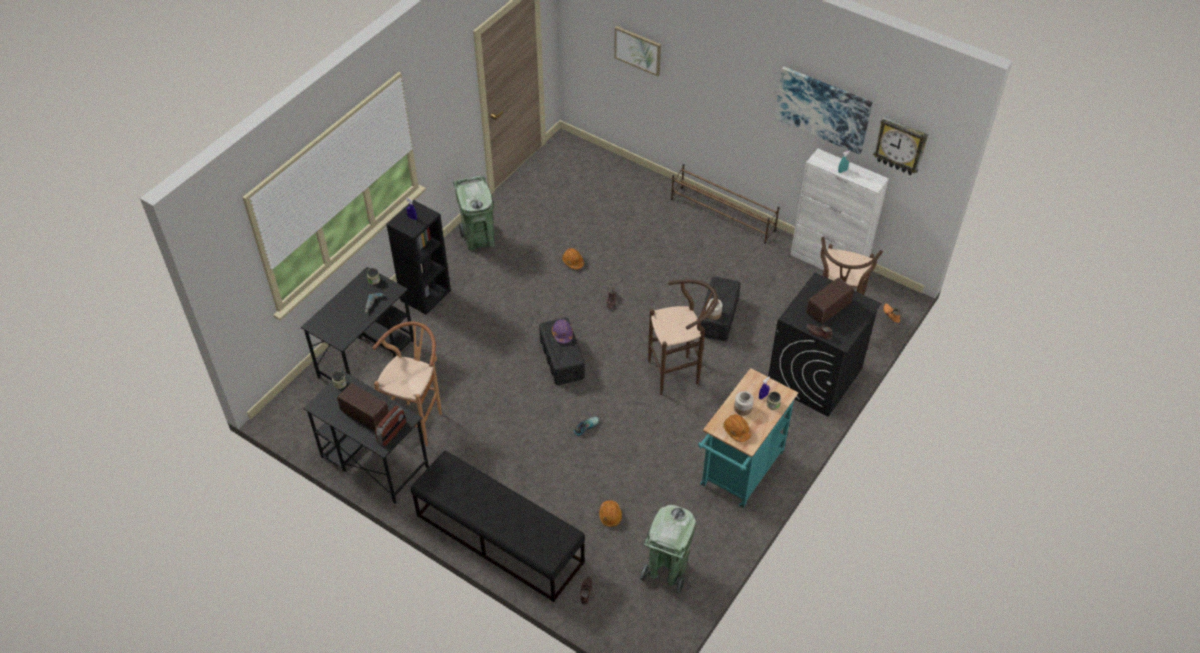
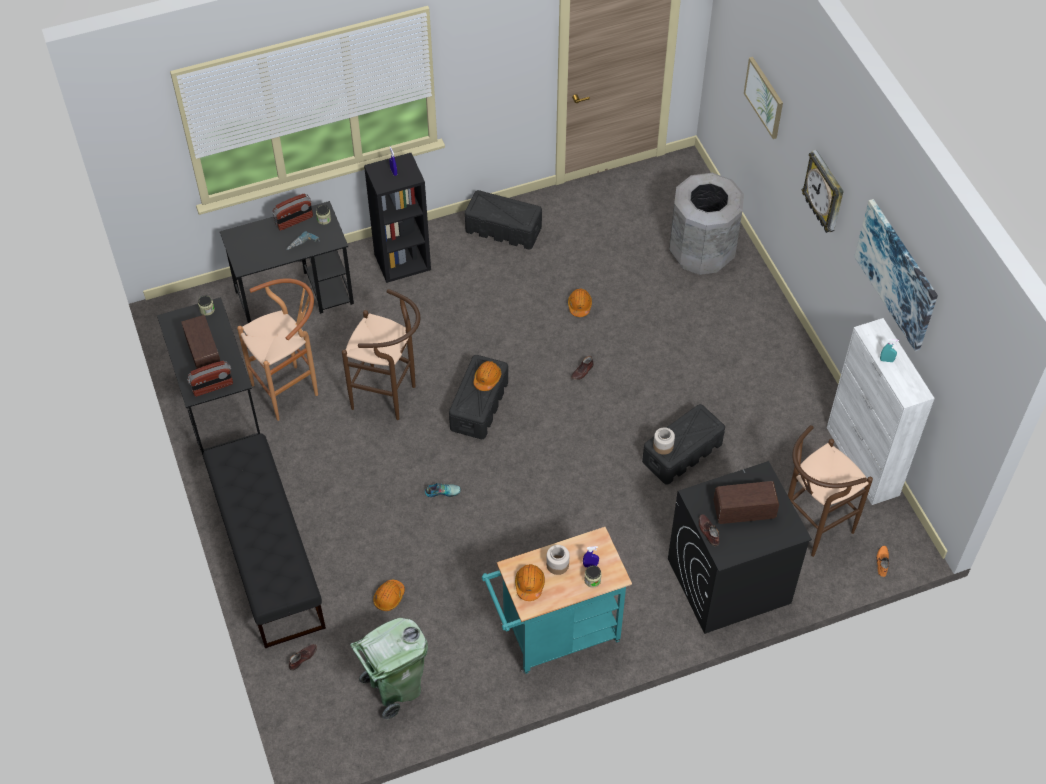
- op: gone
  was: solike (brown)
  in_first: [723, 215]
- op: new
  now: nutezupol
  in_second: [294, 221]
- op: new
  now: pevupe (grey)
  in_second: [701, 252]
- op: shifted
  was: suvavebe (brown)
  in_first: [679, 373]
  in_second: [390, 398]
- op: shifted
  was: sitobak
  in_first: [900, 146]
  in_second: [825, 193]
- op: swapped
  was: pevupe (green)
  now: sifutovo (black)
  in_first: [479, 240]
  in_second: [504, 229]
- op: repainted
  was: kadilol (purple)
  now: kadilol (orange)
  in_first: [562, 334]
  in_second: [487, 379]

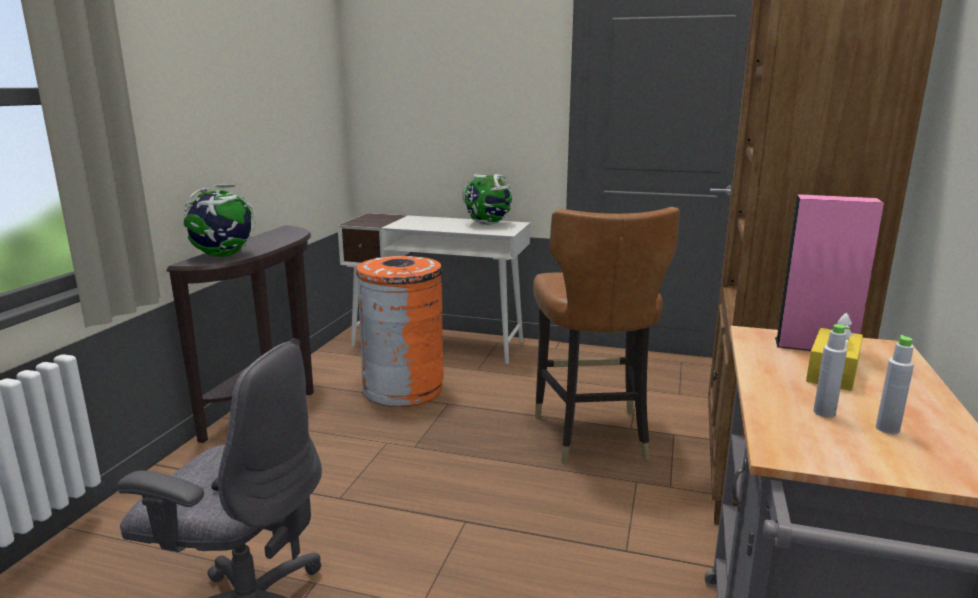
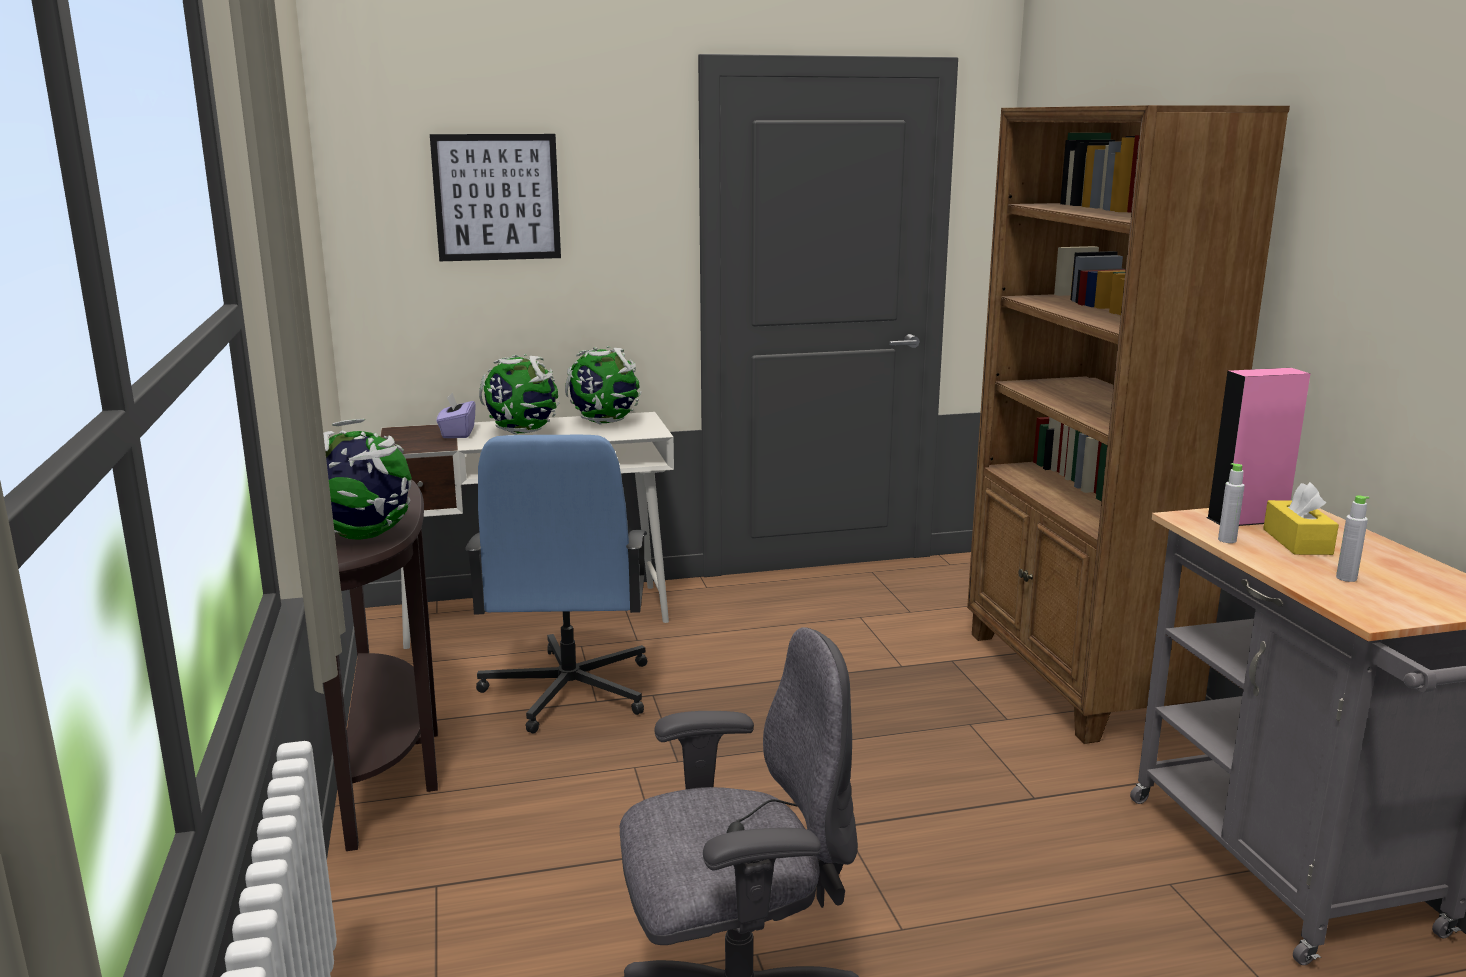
- op: gone
  was: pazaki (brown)
  in_first: [592, 434]
- op: new
  now: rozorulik
  in_second: [497, 197]
- op: new
  now: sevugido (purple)
  in_second: [457, 433]
- op: new
  now: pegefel
  in_second: [522, 432]
- op: shifted
  was: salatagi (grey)
  in_first: [887, 429]
  in_second: [1227, 540]
- op: swapped
  was: pevupe (orange)
  now: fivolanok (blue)
  in_first: [403, 389]
  in_second: [567, 691]

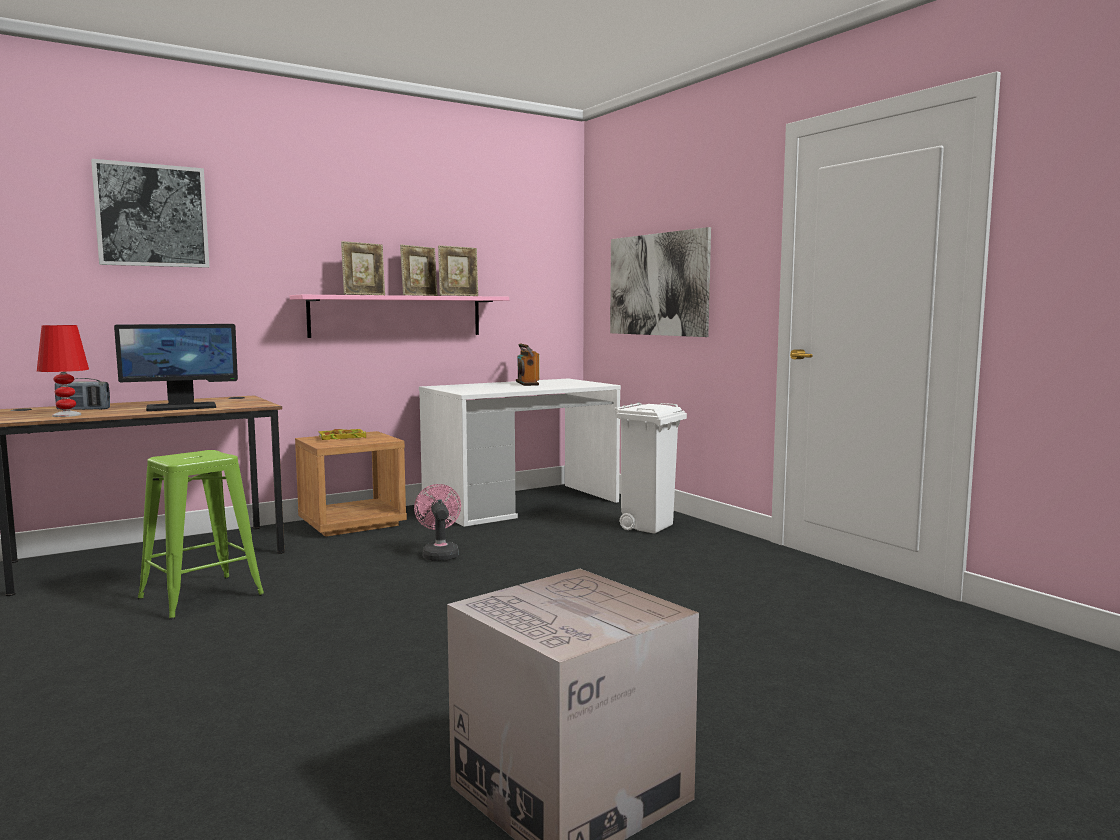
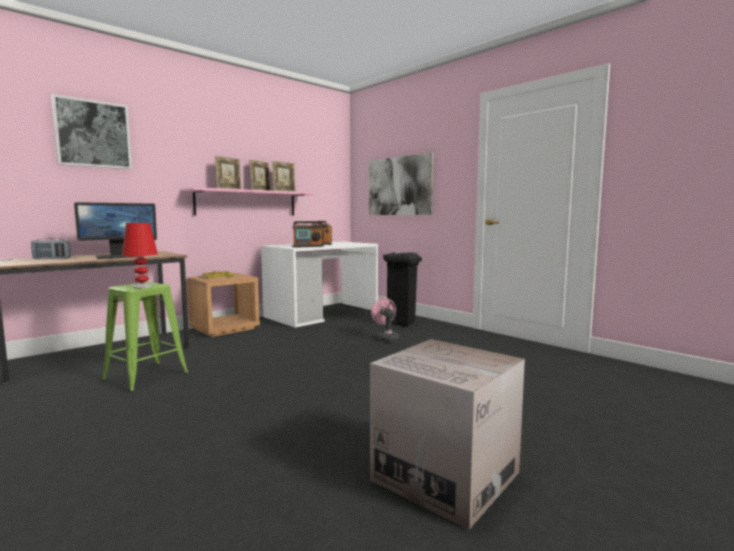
- op: new
  now: nutezupol
  in_second: [308, 246]
- op: shifted
  was: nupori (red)
  in_first: [66, 415]
  in_second: [142, 286]
- op: shifted
  was: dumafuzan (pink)
  in_first: [439, 554]
  in_second: [386, 338]
- op: repainted
  was: pevupe (white)
  now: pevupe (black)
  in_first: [648, 526]
  in_second: [401, 323]

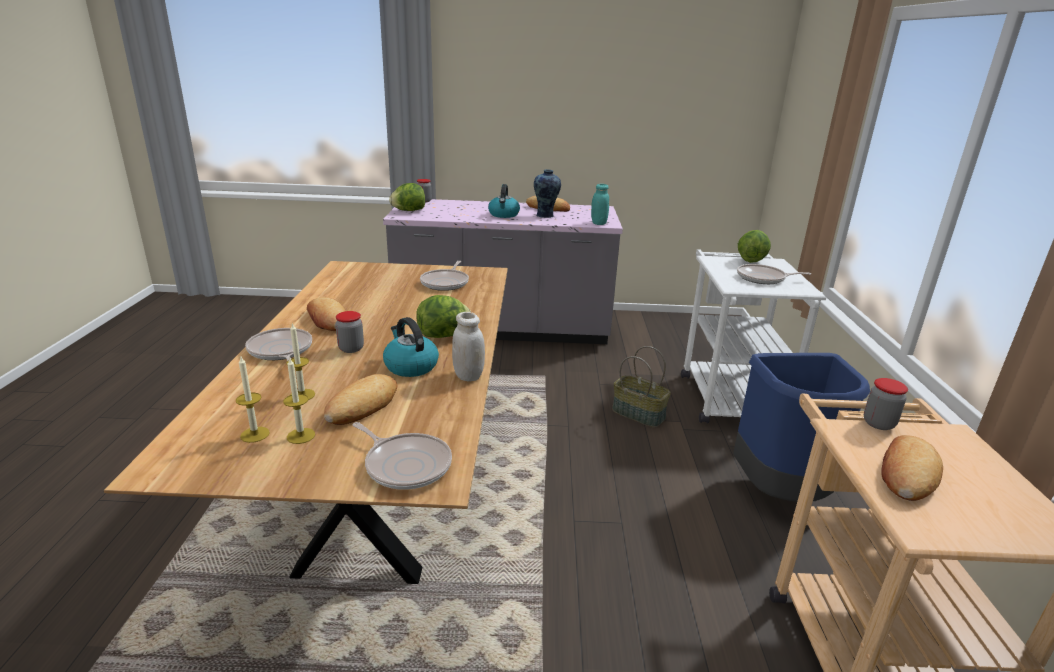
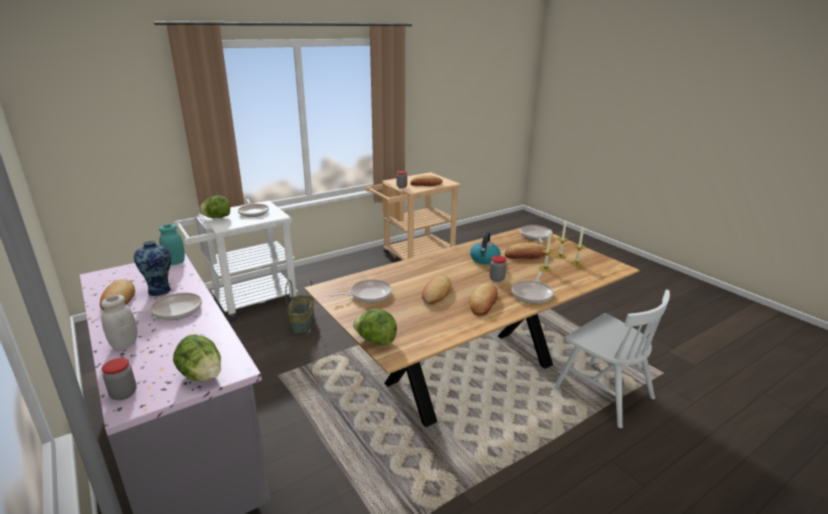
- op: gone
  was: pevupe (blue)
  in_first: [780, 494]
- op: new
  now: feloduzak
  in_second: [436, 293]
- op: new
  now: pazaki (white)
  in_second: [603, 393]
- op: shifted
  was: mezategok
  in_first: [444, 335]
  in_second: [375, 341]
- op: shifted
  was: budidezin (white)
  in_first: [468, 376]
  in_second: [124, 344]
- op: swapped
  was: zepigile
  now: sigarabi
  in_first: [504, 215]
  in_second: [174, 311]

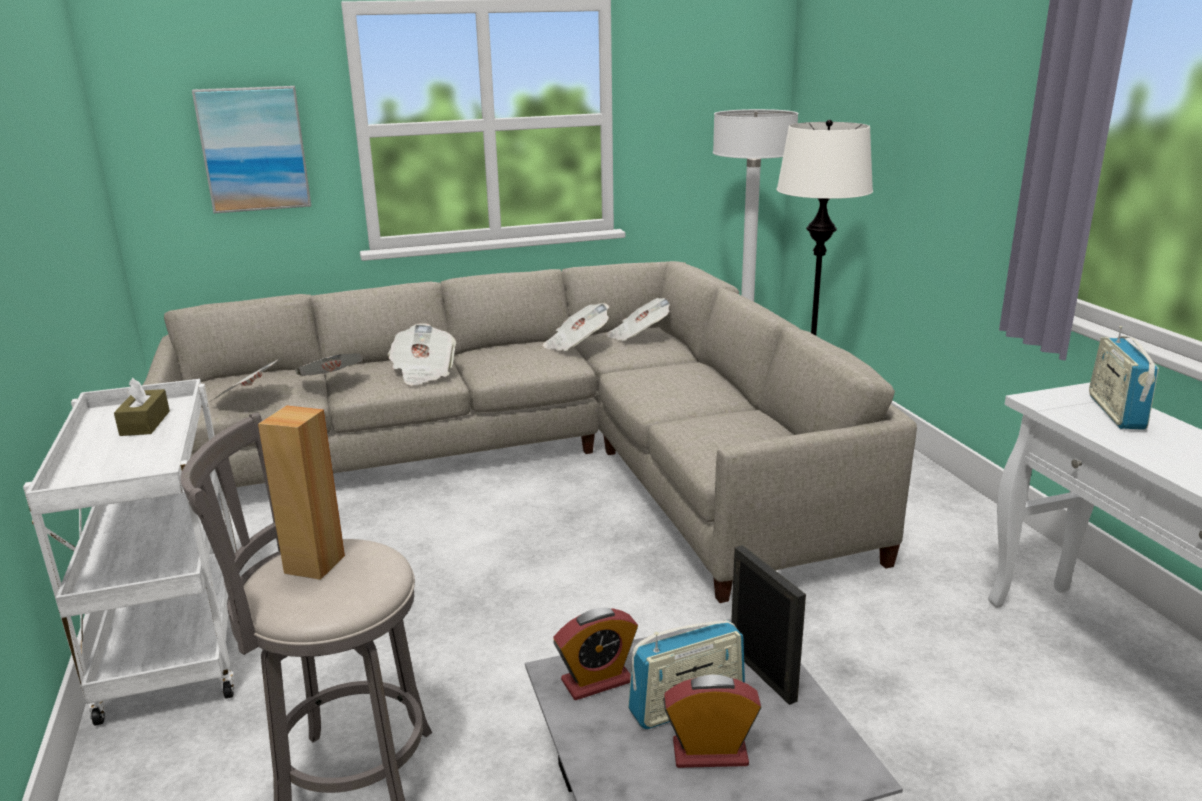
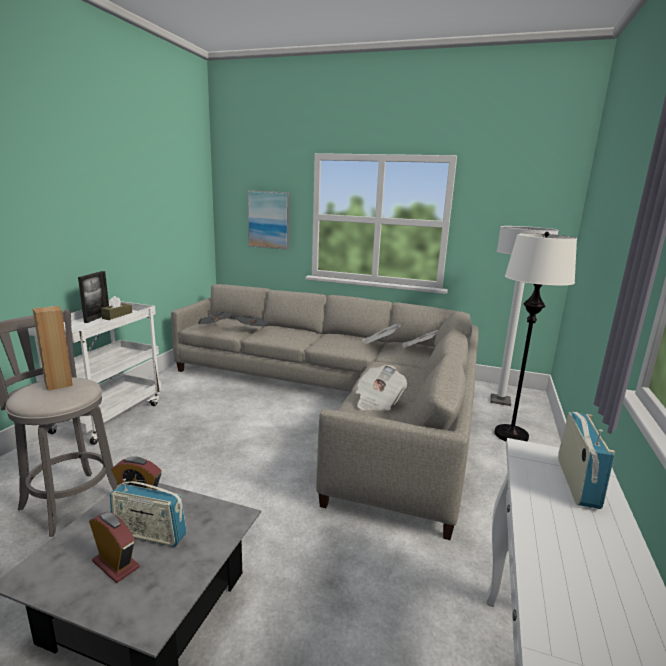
- op: shifted
  was: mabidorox
  in_first: [423, 372]
  in_second: [378, 401]
- op: shifted
  was: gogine
  in_first: [762, 673]
  in_second: [97, 318]
- op: rotated
  was: nutezupol
  in_first: [1115, 412]
  in_second: [577, 482]
  clockwise: 150

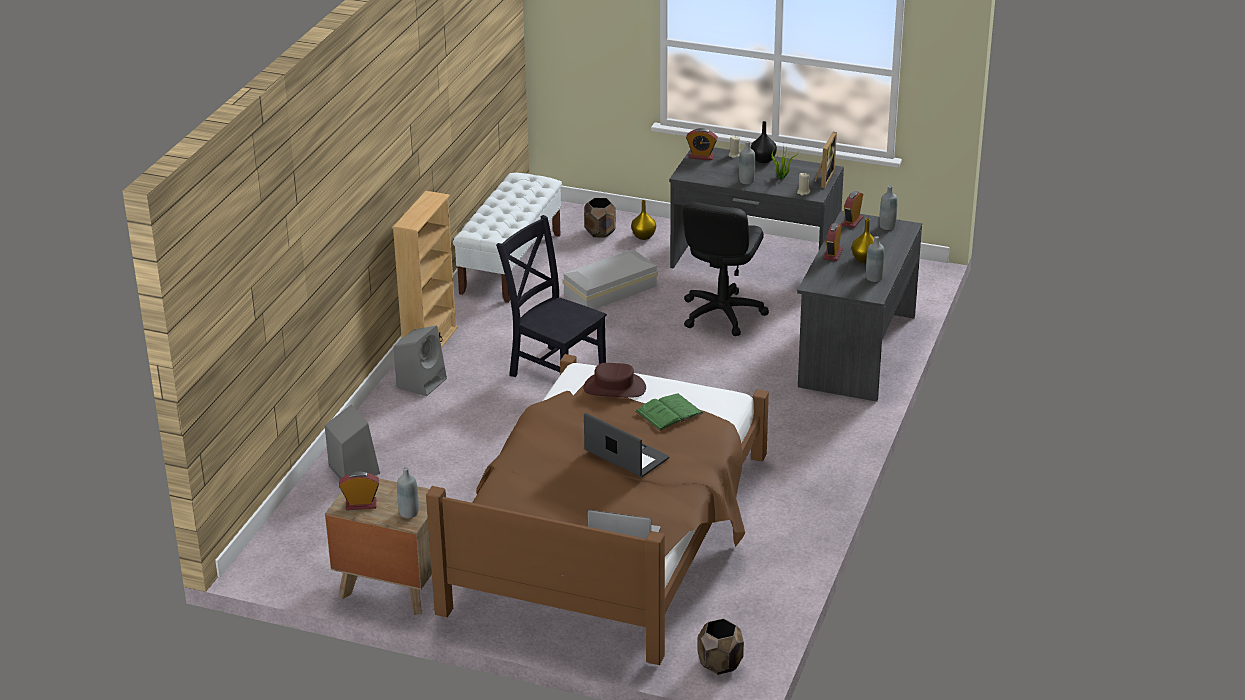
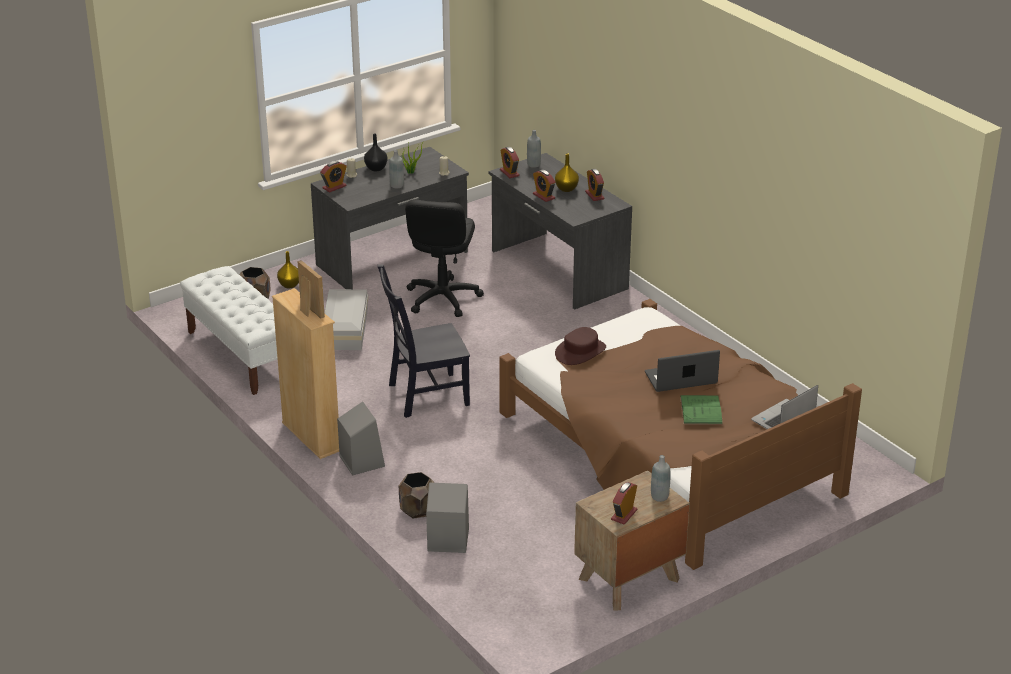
- op: shifted
  was: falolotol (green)
  in_first: [669, 412]
  in_second: [701, 410]
- op: shifted
  was: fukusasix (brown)
  in_first: [719, 664]
  in_second: [417, 510]
- op: shifted
  was: gogine
  in_first: [823, 178]
  in_second: [308, 310]
- op: swapped
  was: salatagi (grey)
  now: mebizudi
  in_first: [874, 278]
  in_second: [594, 195]
- op: rotated
  was: fivolanok (black)
  in_first: [722, 314]
  in_second: [442, 298]
  clockwise: 45

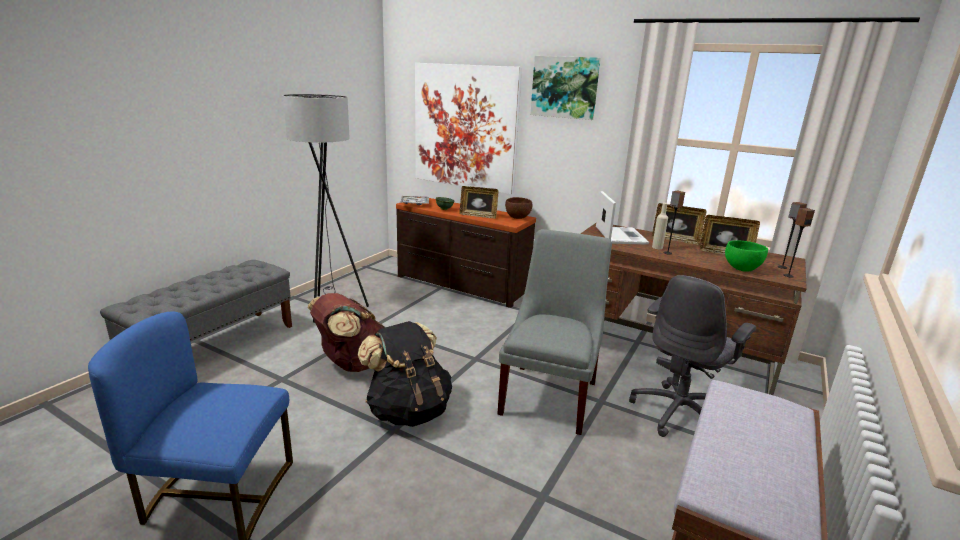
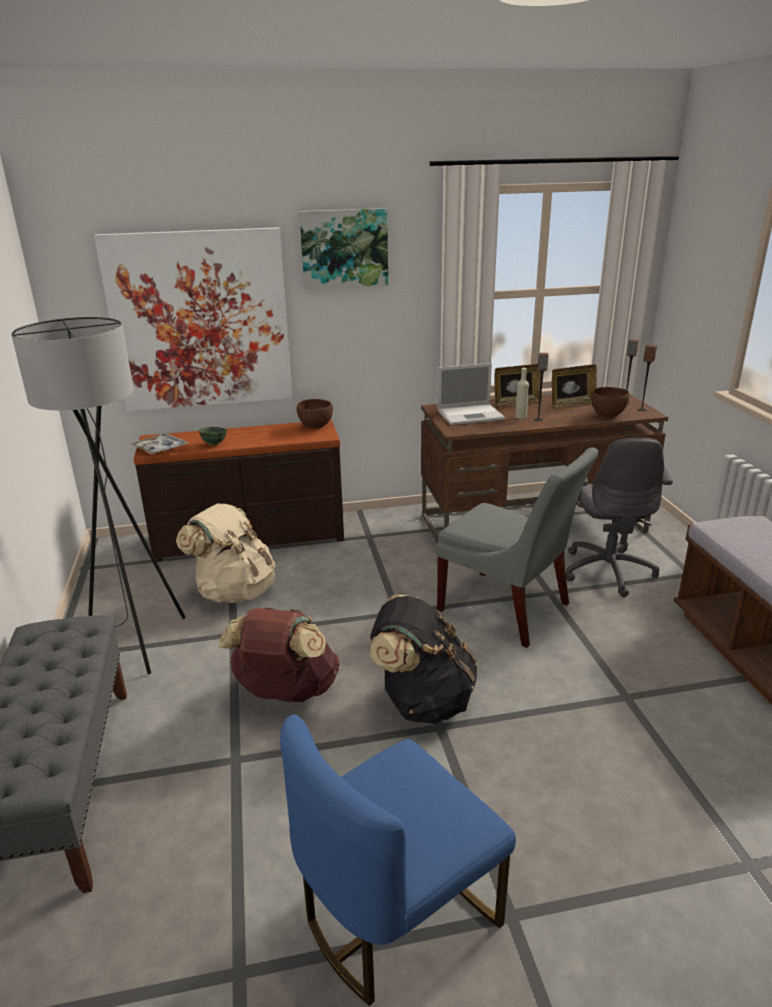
- op: gone
  was: gogine
  in_first: [478, 215]
- op: new
  now: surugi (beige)
  in_second: [235, 591]
- op: repainted
  was: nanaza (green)
  now: nanaza (brown)
  in_first: [742, 268]
  in_second: [607, 415]
- op: rotated
  was: pazaki (grey)
  in_first: [550, 394]
  in_second: [508, 609]
  clockwise: 150
- op: rotated
  was: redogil
  in_first: [620, 236]
  in_second: [471, 415]
  clockwise: 120

